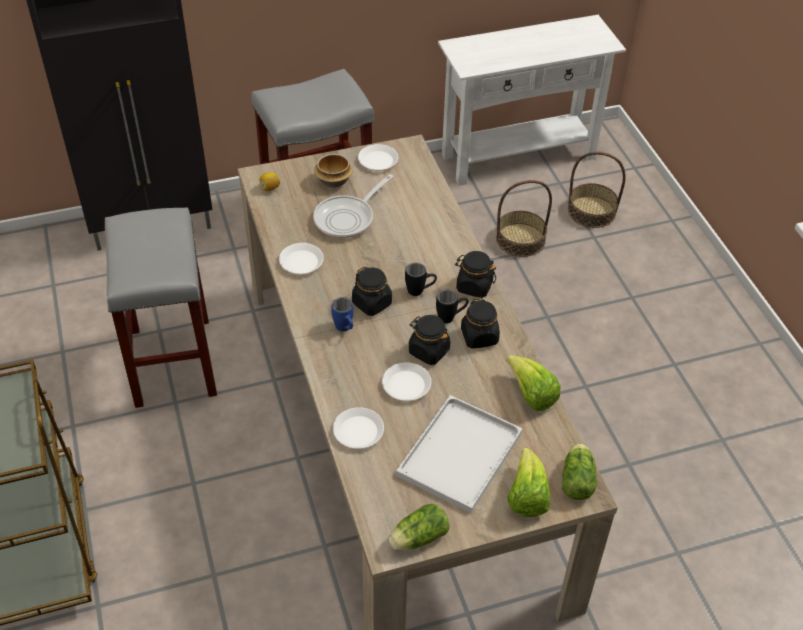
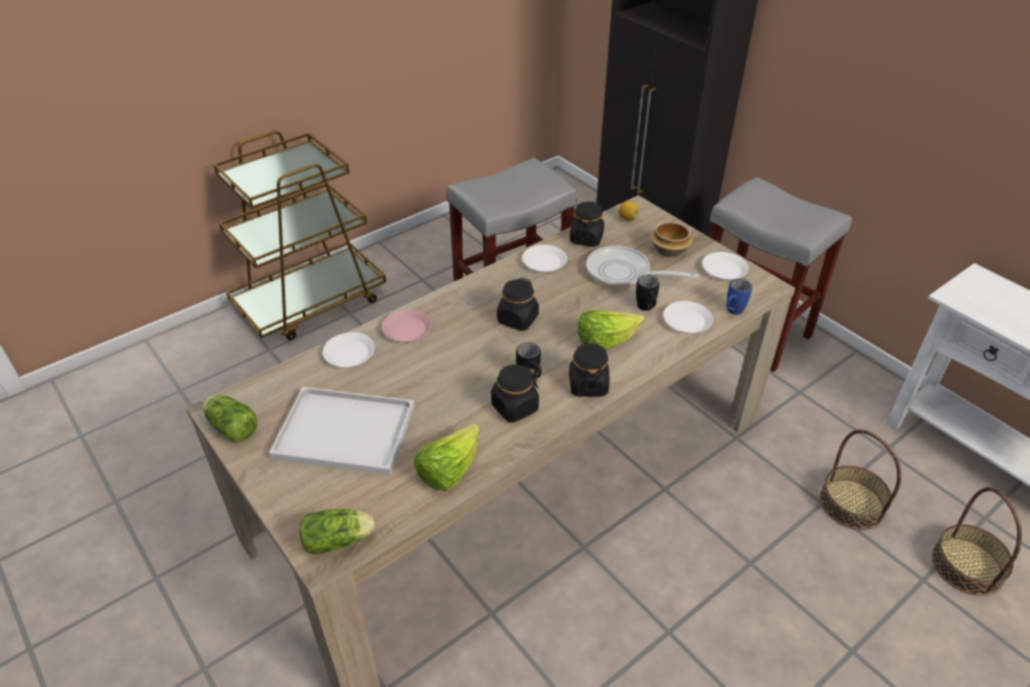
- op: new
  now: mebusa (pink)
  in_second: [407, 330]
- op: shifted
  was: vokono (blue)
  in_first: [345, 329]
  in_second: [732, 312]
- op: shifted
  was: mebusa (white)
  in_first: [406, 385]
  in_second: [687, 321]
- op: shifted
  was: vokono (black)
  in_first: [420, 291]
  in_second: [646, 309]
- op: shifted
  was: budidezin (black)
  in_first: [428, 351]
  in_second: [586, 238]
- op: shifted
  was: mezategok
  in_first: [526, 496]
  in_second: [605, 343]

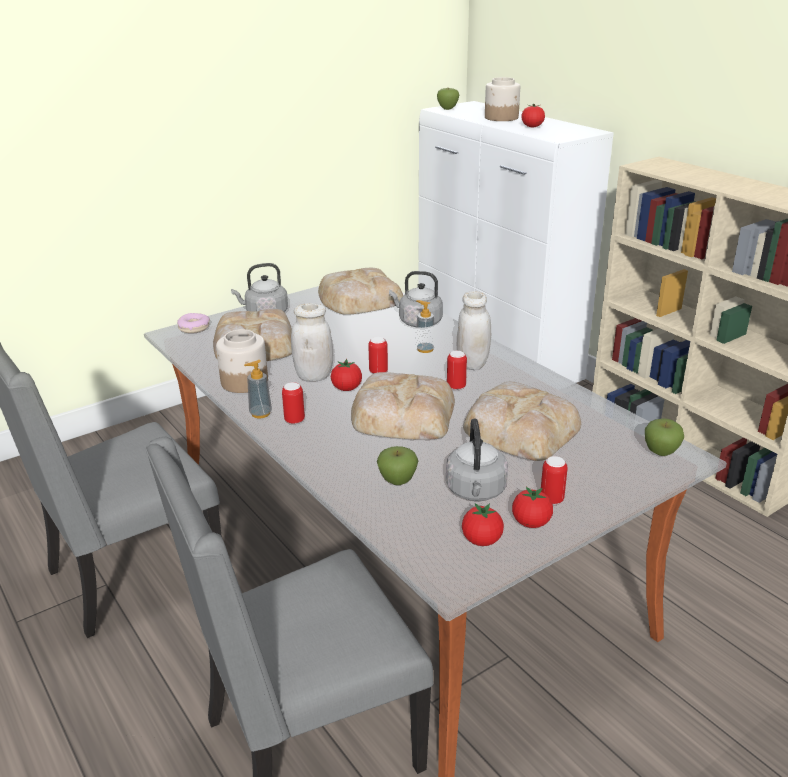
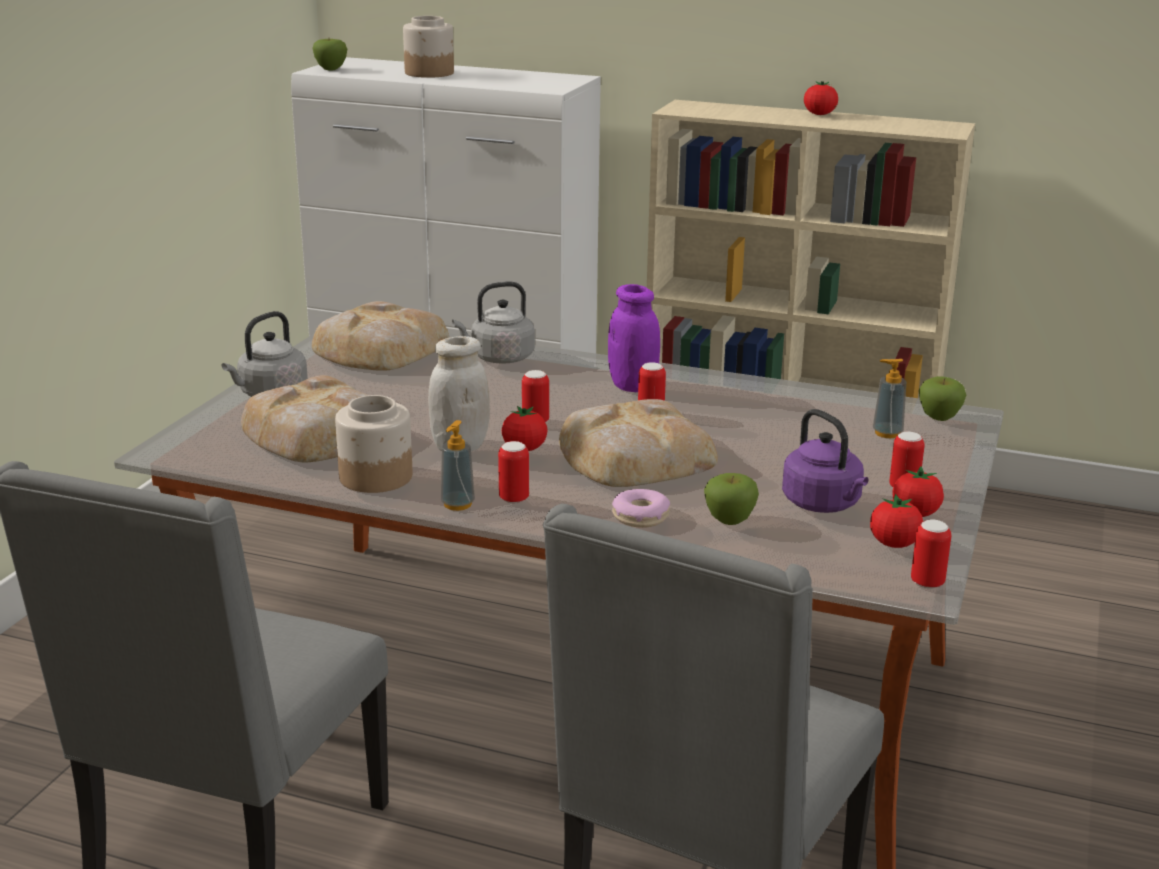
- op: gone
  was: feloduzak
  in_first: [520, 428]
- op: new
  now: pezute
  in_second: [927, 583]
- op: shifted
  was: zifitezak
  in_first: [194, 328]
  in_second: [641, 516]
- op: shifted
  was: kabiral
  in_first: [425, 349]
  in_second: [887, 433]
- op: shifted
  was: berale
  in_first: [532, 127]
  in_second: [819, 114]
- op: repainted
  was: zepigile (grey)
  now: zepigile (purple)
  in_first: [476, 492]
  in_second: [824, 504]
- op: repainted
  was: budidezin (white)
  now: budidezin (purple)
  in_first: [472, 363]
  in_second: [632, 386]

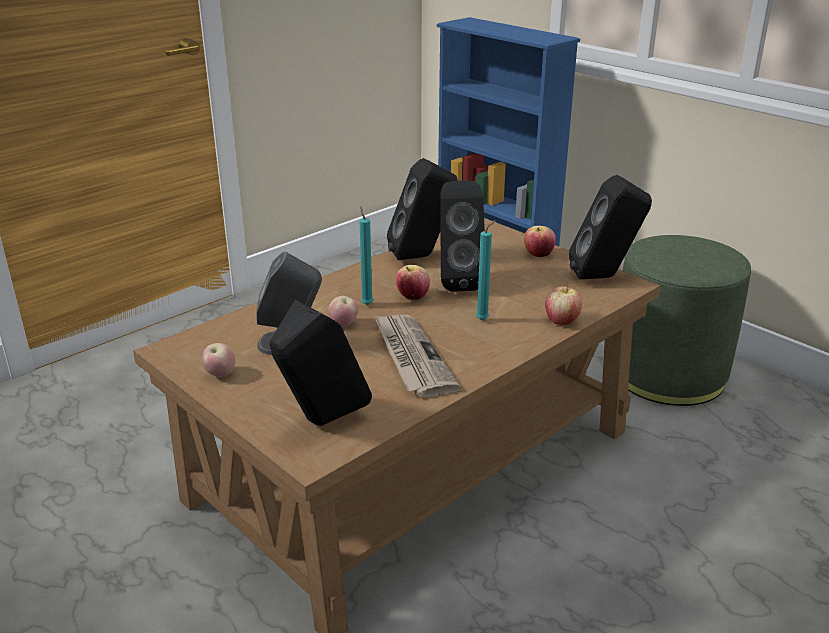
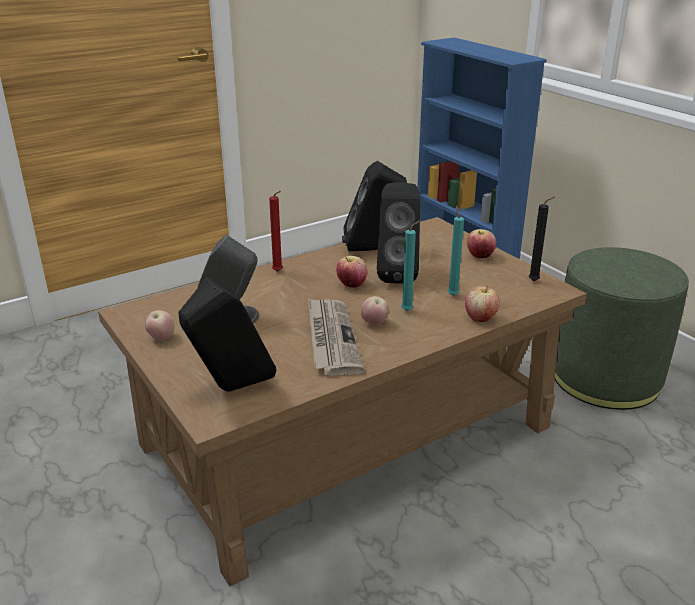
- op: new
  now: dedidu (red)
  in_second: [279, 272]
- op: shifted
  was: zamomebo
  in_first: [343, 325]
  in_second: [374, 323]
- op: shifted
  was: dedidu (turquoise)
  in_first: [366, 304]
  in_second: [452, 295]
- op: swapped
  was: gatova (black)
  now: dedidu (black)
  in_first: [605, 277]
  in_second: [535, 281]

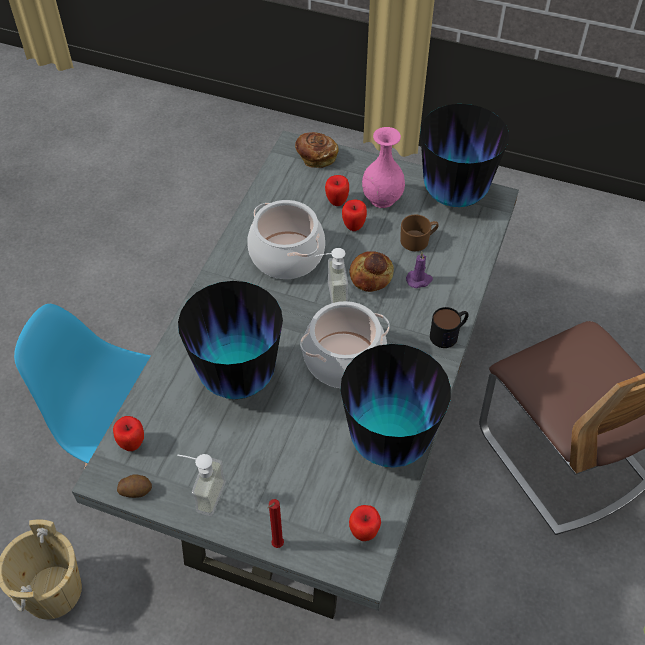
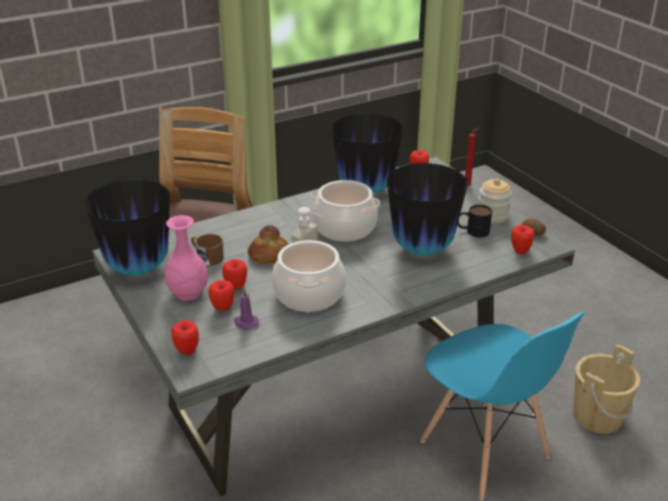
- op: shifted
  was: dedidu (purple)
  in_first: [419, 280]
  in_second: [245, 323]
- op: shifted
  was: vokono
  in_first: [449, 333]
  in_second: [472, 231]
- op: swapped
  was: kabiral
  now: budidezin
  in_first: [202, 494]
  in_second: [492, 216]
- op: swapped
  was: feloduzak
  now: zamomebo
  in_first: [316, 157]
  in_second: [187, 350]

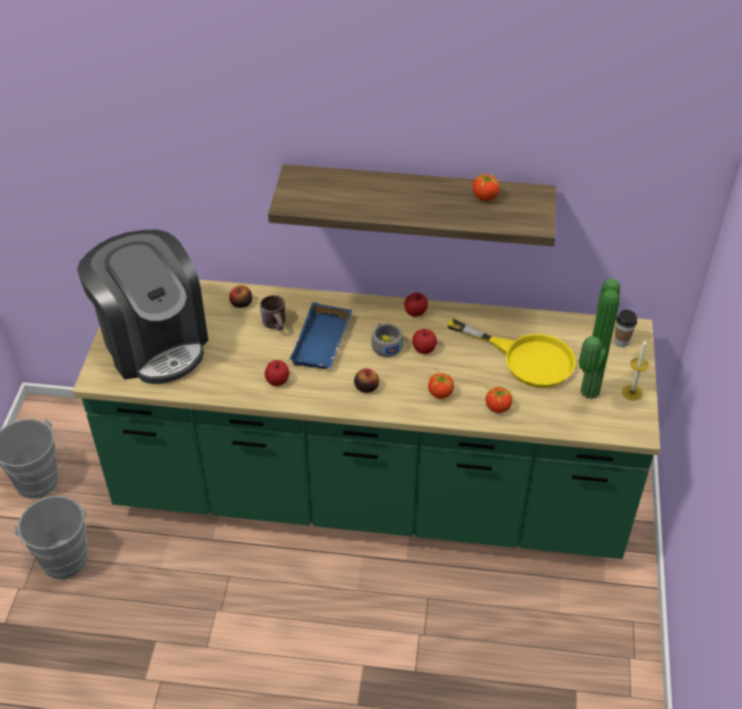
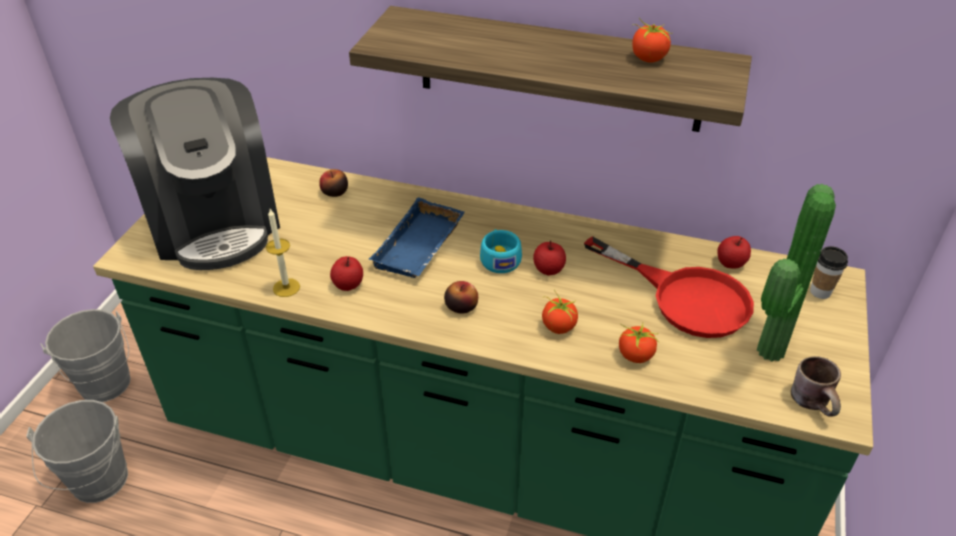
- op: shifted
  was: vokono (brown)
  in_first: [277, 324]
  in_second: [816, 402]
- op: shifted
  was: zamomebo
  in_first: [415, 312]
  in_second: [731, 263]
- op: shifted
  was: dedidu
  in_first: [632, 392]
  in_second: [286, 287]
- op: repainted
  was: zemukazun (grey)
  now: zemukazun (turquoise)
  in_first: [385, 344]
  in_second: [499, 258]
- op: repainted
  was: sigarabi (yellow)
  now: sigarabi (red)
  in_first: [526, 358]
  in_second: [685, 297]

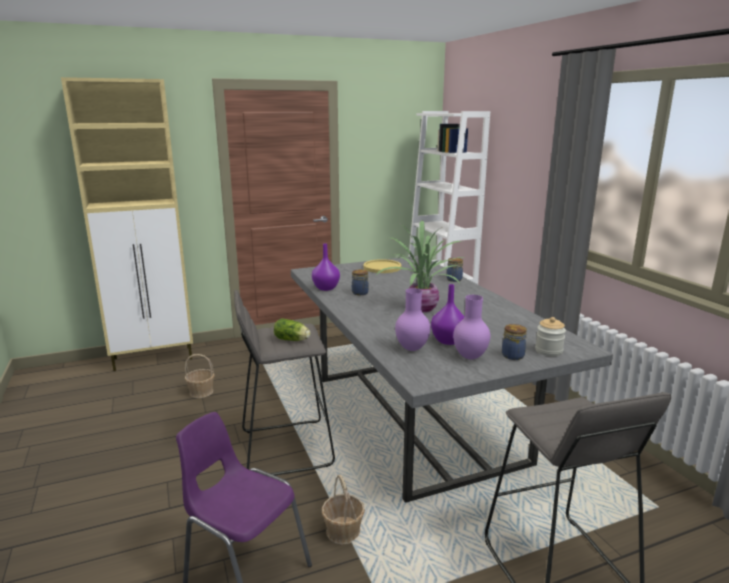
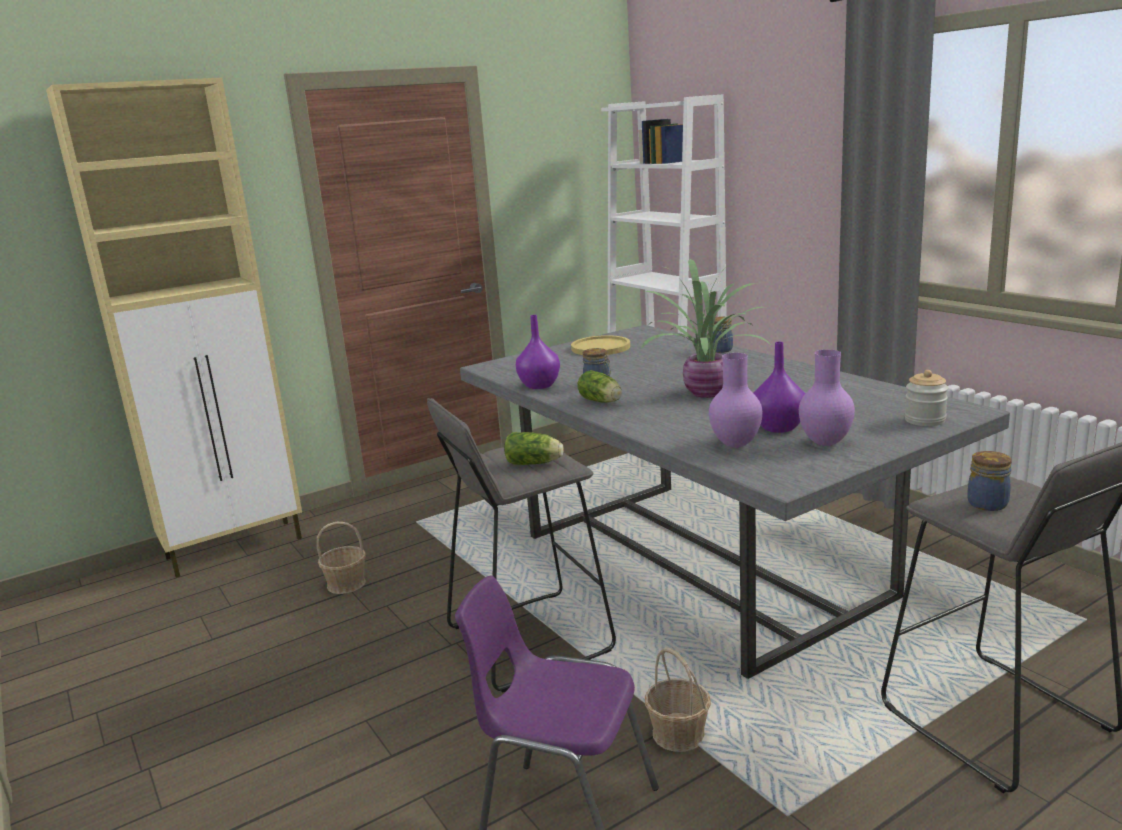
- op: new
  now: mezategok
  in_second: [602, 401]
- op: shifted
  was: budidezin
  in_first: [513, 355]
  in_second: [987, 503]

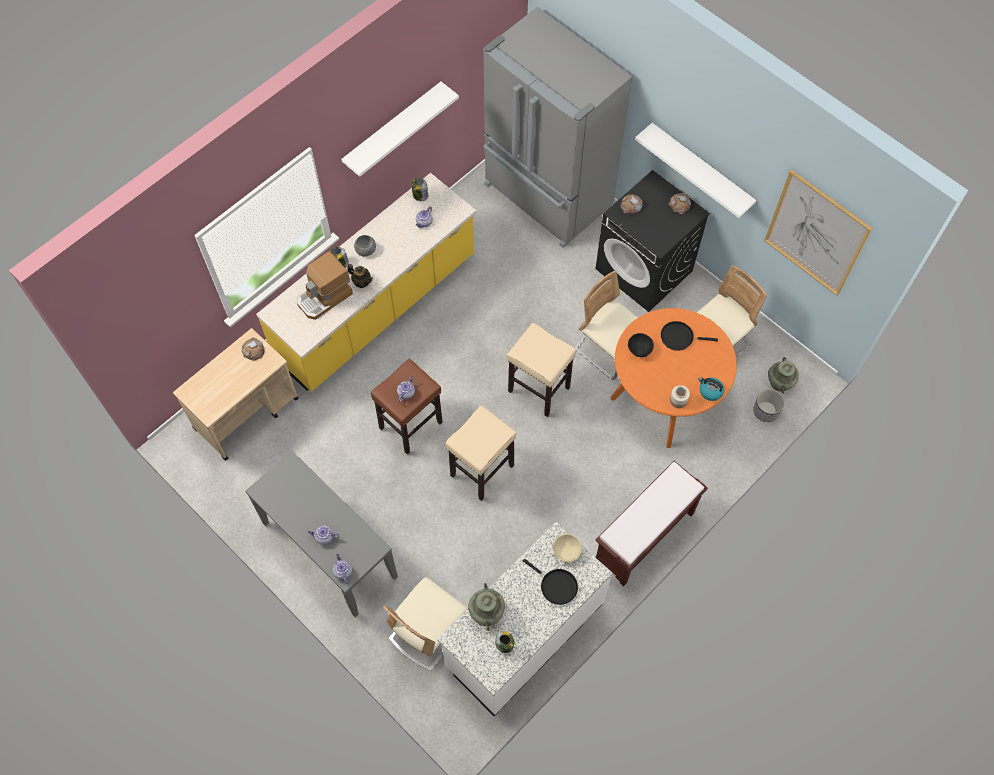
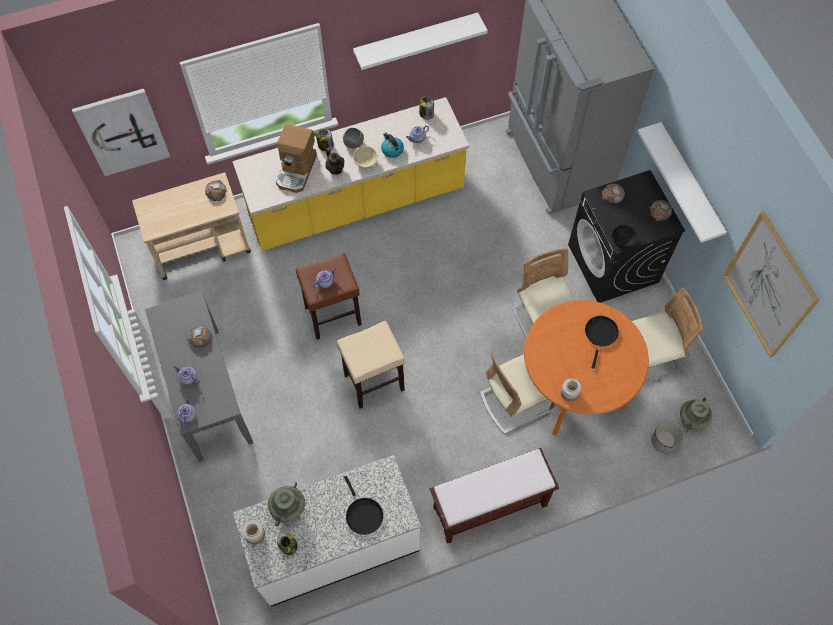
- op: gone
  was: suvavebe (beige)
  in_first: [538, 389]
- op: new
  now: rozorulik
  in_second: [122, 131]
- op: new
  now: feloduzak
  in_second: [200, 337]
- op: new
  now: budidezin
  in_second: [254, 534]
- op: shifted
  was: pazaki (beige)
  in_first: [428, 631]
  in_second: [515, 401]
- op: shifted
  was: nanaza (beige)
  in_first: [566, 551]
  in_second: [365, 161]
- op: shifted
  was: nanaza (black)
  in_first: [639, 349]
  in_second: [622, 241]
- op: shifted
  was: zepigile
  in_first: [710, 391]
  in_second: [392, 150]
- op: rotated
  was: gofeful
  in_first: [325, 298]
  in_second: [297, 170]
  clockwise: -60
- op: rotated
  was: sigarabi (black)
  in_first: [679, 337]
  in_second: [600, 335]
  clockwise: 75

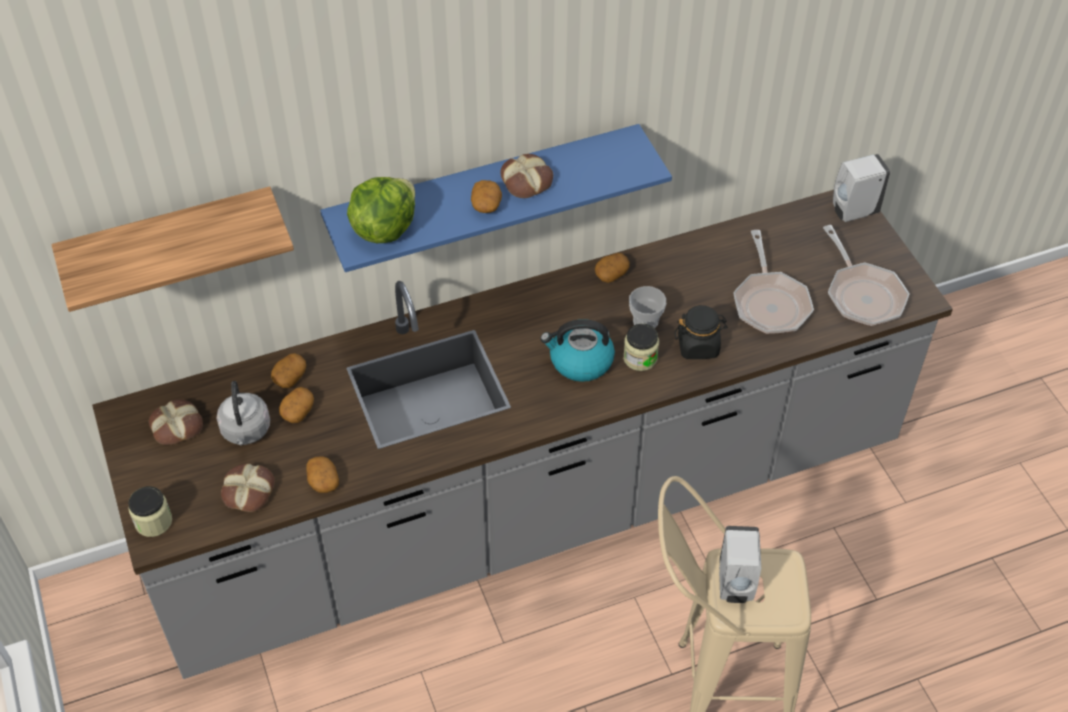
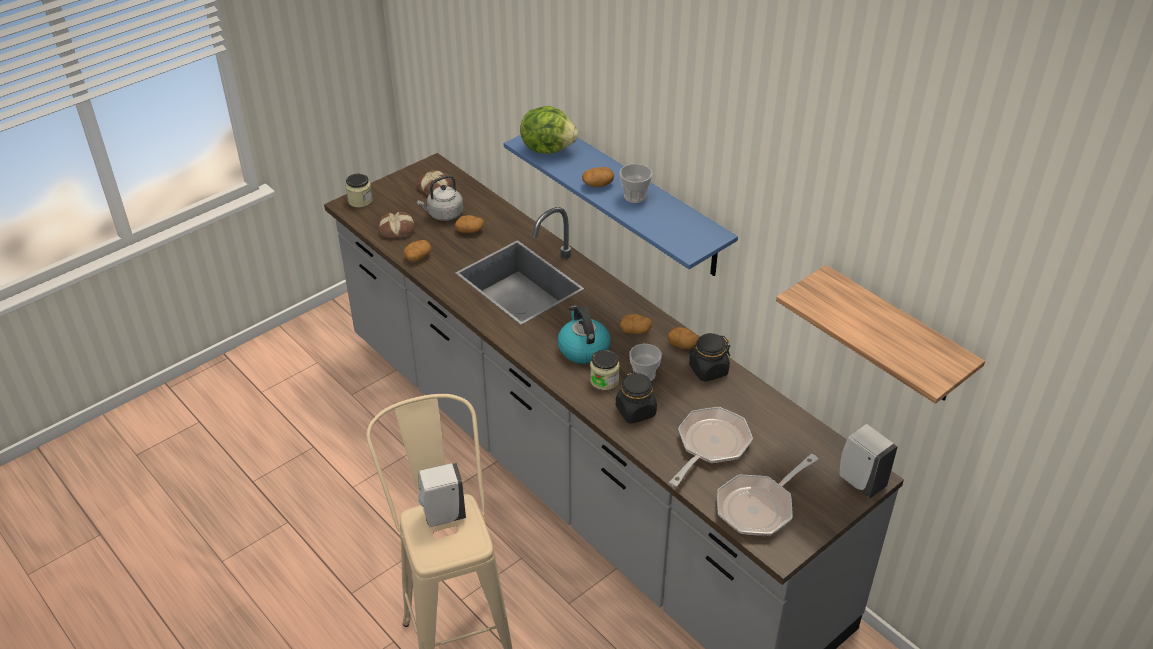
- op: new
  now: budidezin (black)
  in_second: [708, 370]
- op: shifted
  was: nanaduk
  in_first: [170, 242]
  in_second: [895, 337]
- op: shifted
  was: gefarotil
  in_first: [290, 377]
  in_second: [635, 330]
- op: swapped
  was: feloduzak
  now: zemukazun
  in_first: [527, 181]
  in_second: [635, 196]
- op: rotated
  was: sigarabi
  in_first: [770, 302]
  in_second: [710, 445]
  clockwise: 150

